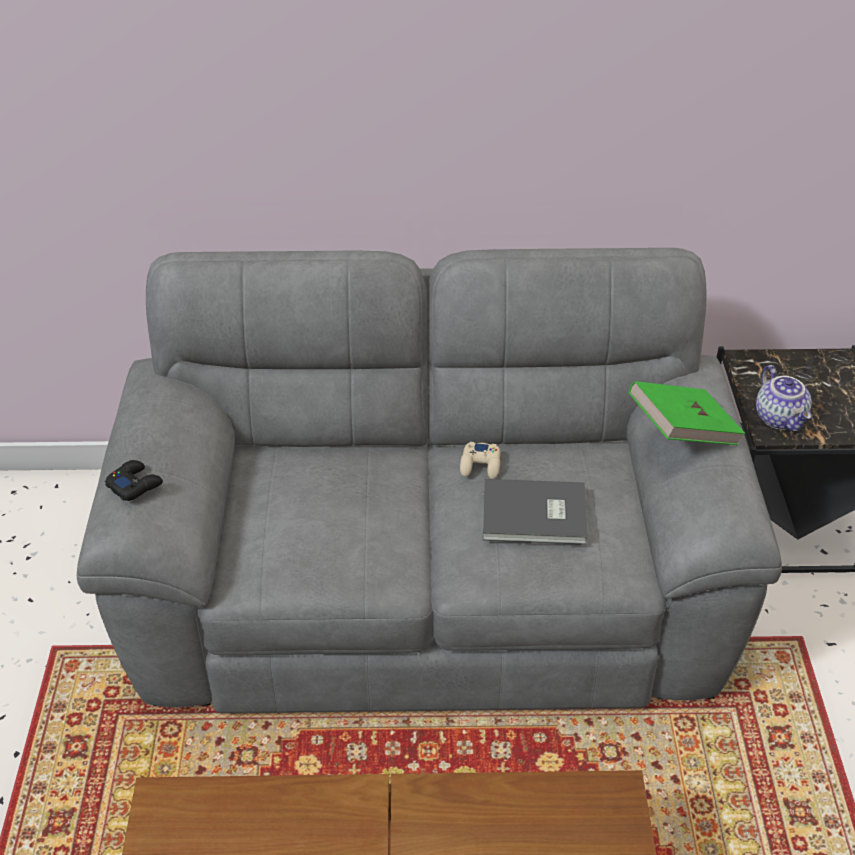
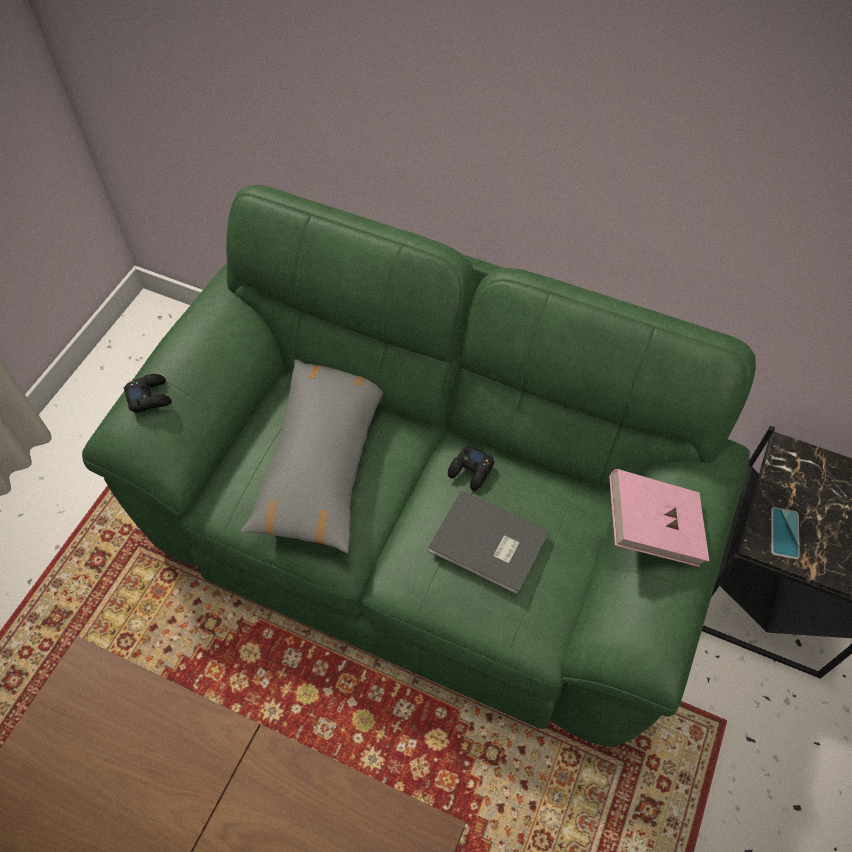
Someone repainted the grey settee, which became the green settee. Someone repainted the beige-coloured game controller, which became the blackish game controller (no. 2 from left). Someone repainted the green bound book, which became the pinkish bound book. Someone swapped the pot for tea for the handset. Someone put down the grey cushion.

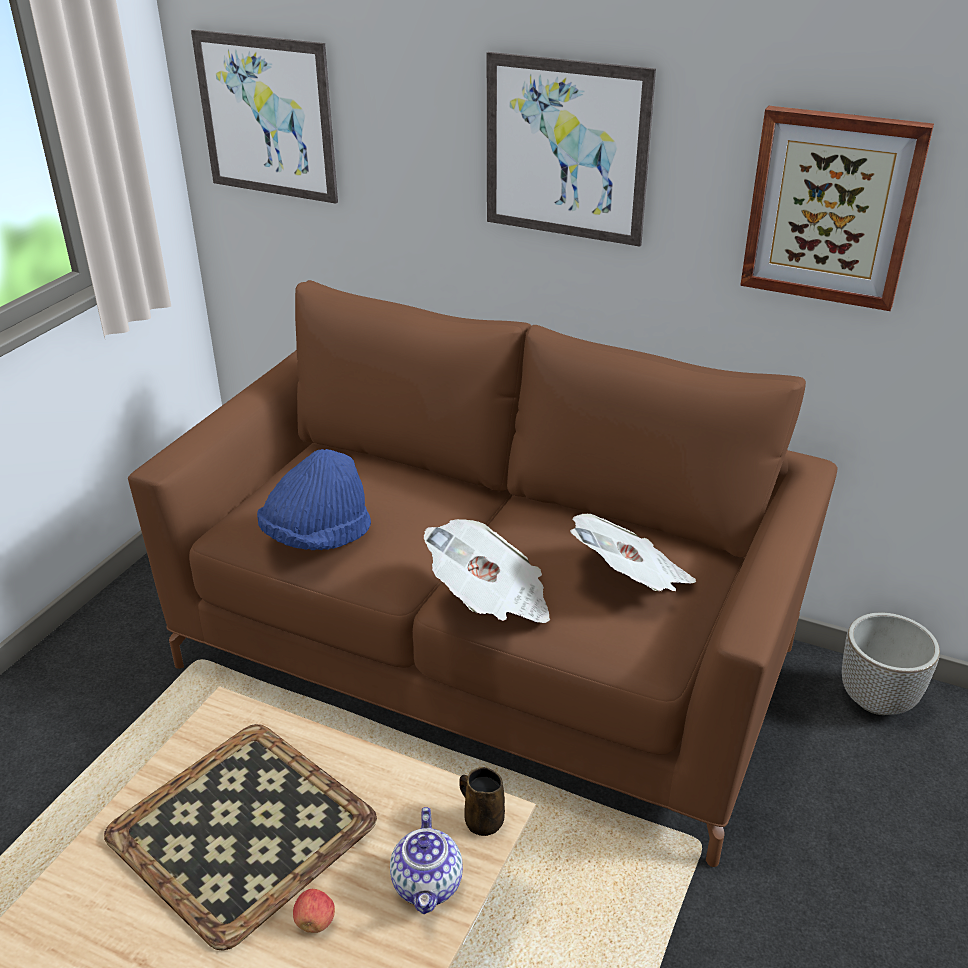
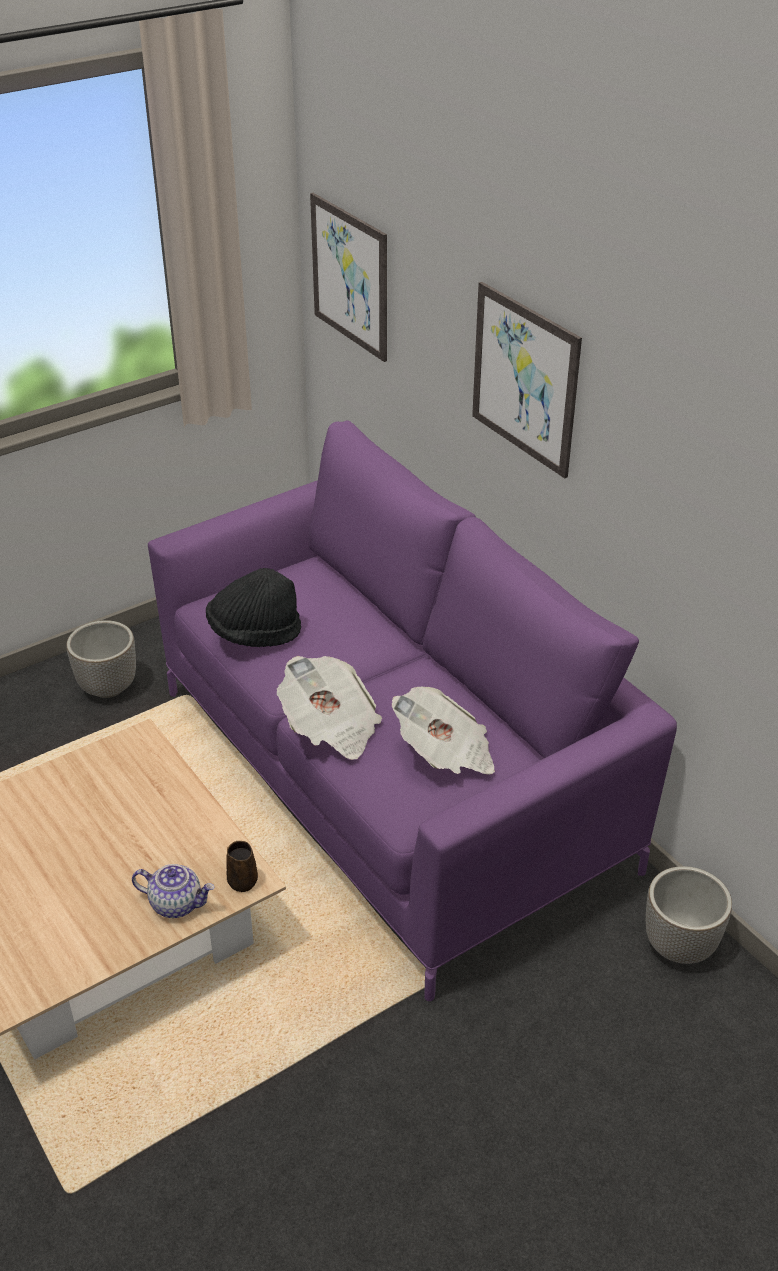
Someone took away the carrying tray. Someone repainted the brown-coloured settee, which became the purple settee. Someone repainted the bluish wearable hat, which became the blackish wearable hat. Someone took away the whole apple. Someone rotated the pot for tea by 105 degrees counterclockwise. Someone took away the wall picture (no. 3 from left). Someone put down the plant pot (no. 1 from left).

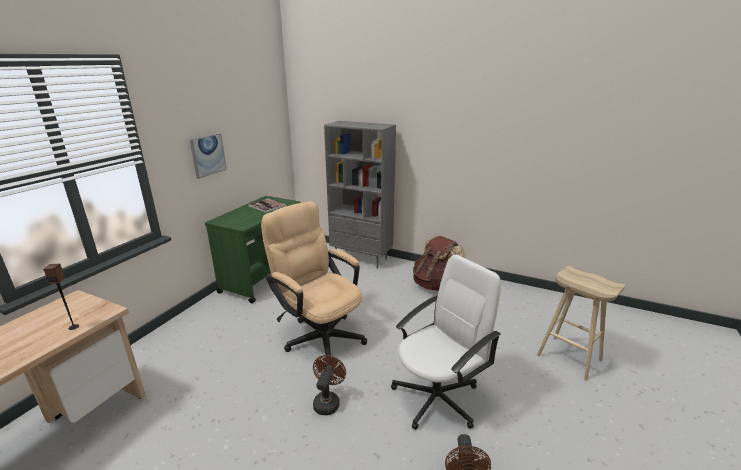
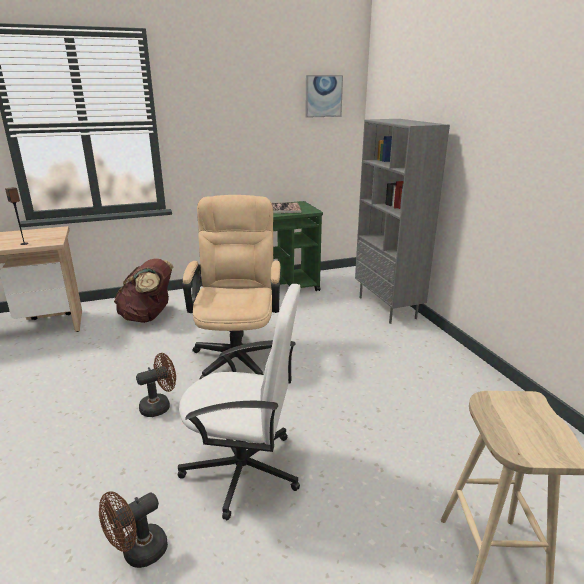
Someone carried the wall picture. Someone carried the brown-coloured backpack.

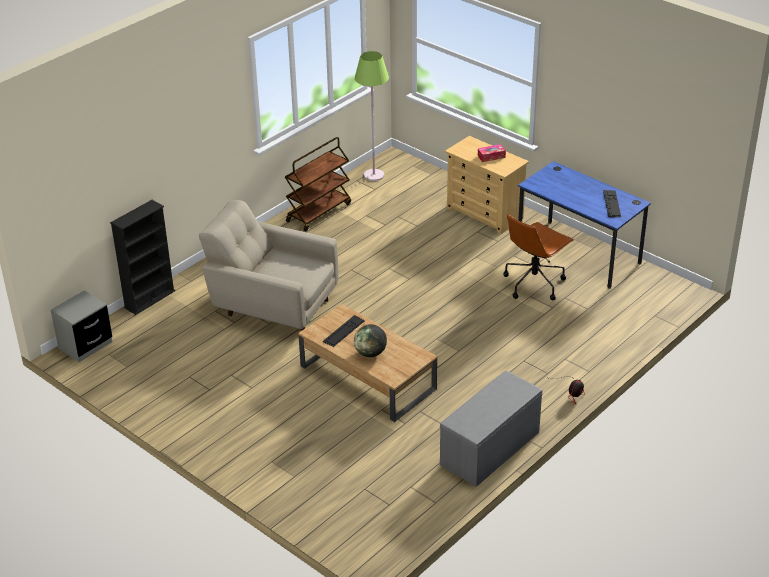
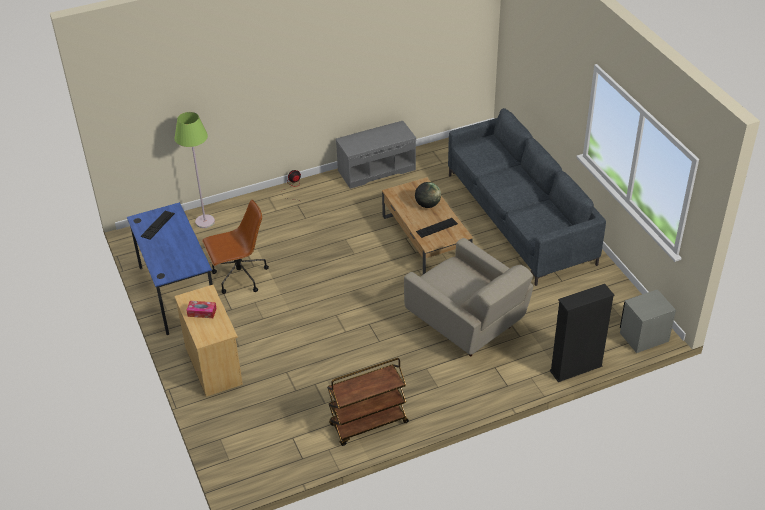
Someone carried the green standard lamp. Someone put down the grey settee.

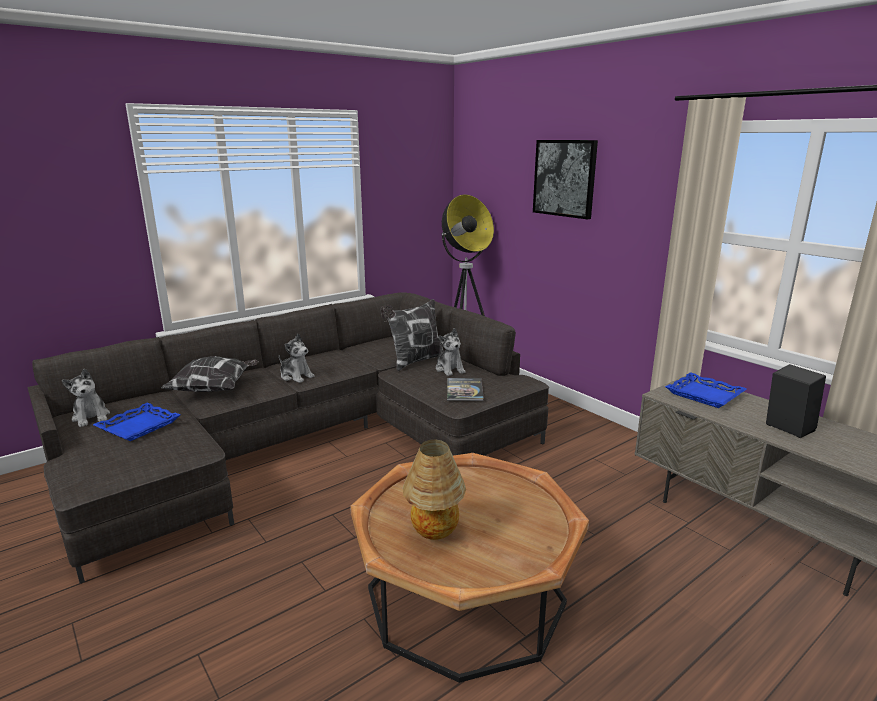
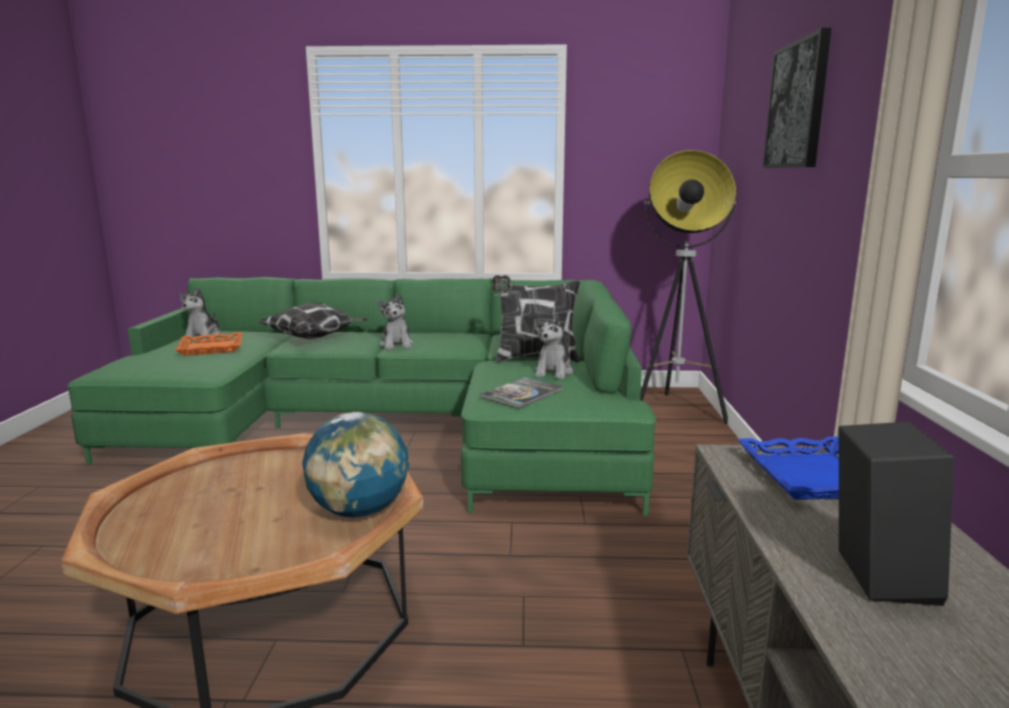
Someone repainted the grey settee, which became the green settee. Someone repainted the bluish carrying tray (no. 1 from left), which became the orange-coloured carrying tray. Someone took away the tabletop lamp. Someone put down the desk globe.

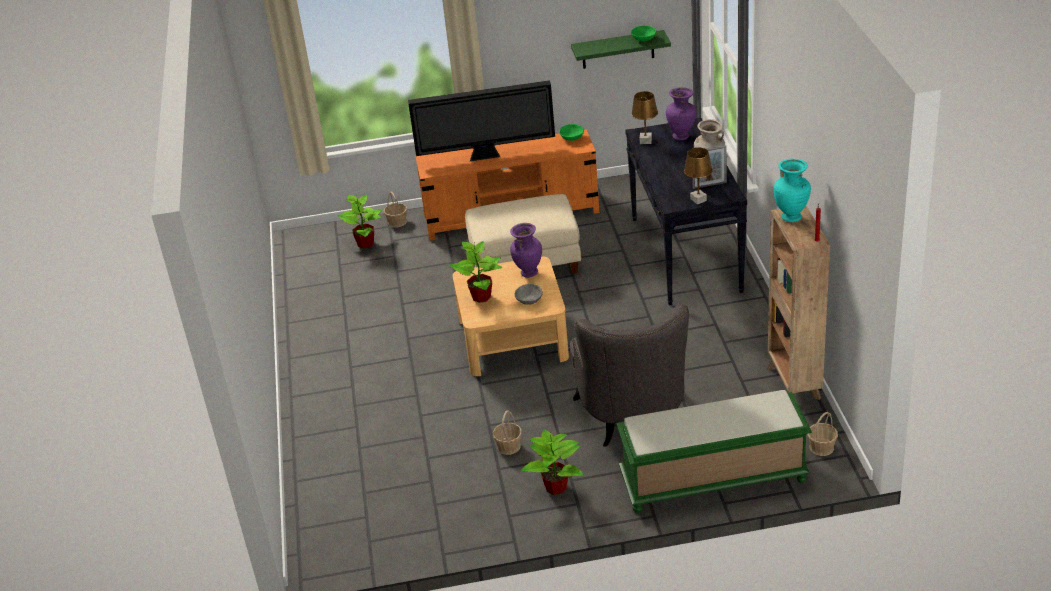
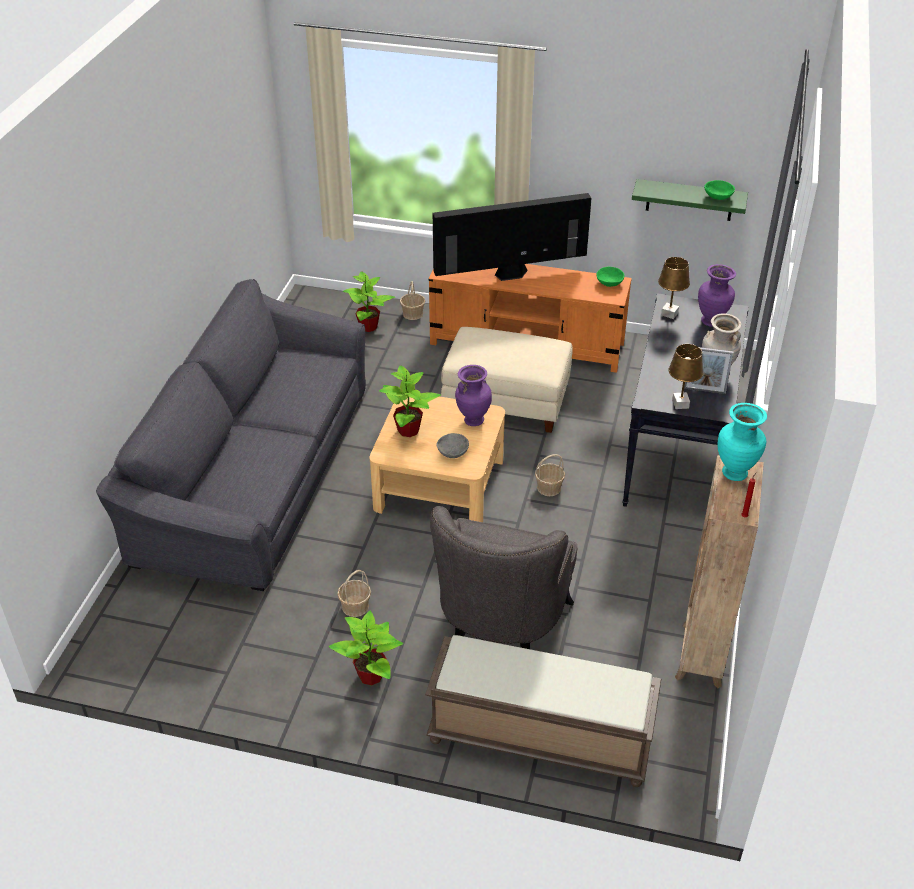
Someone rotated the TV by 150 degrees clockwise. Someone repainted the green indoor bench, which became the brown-coloured indoor bench. Someone carried the household basket (no. 3 from left). Someone put down the grey settee.

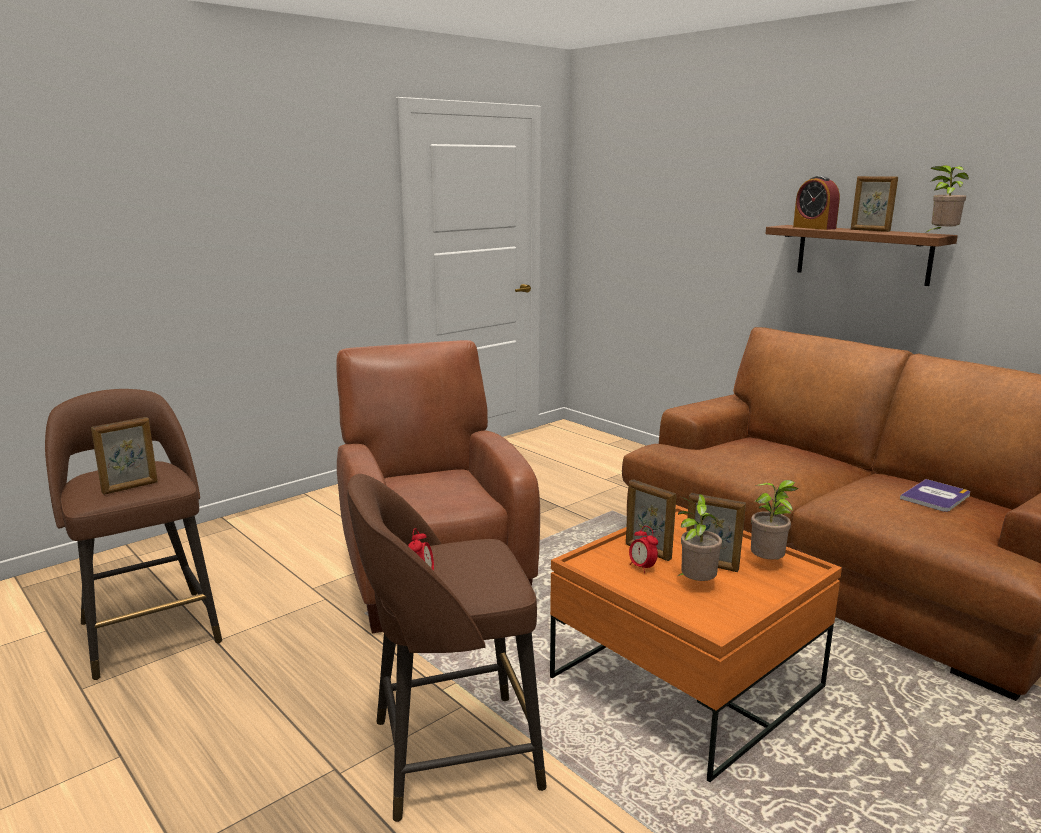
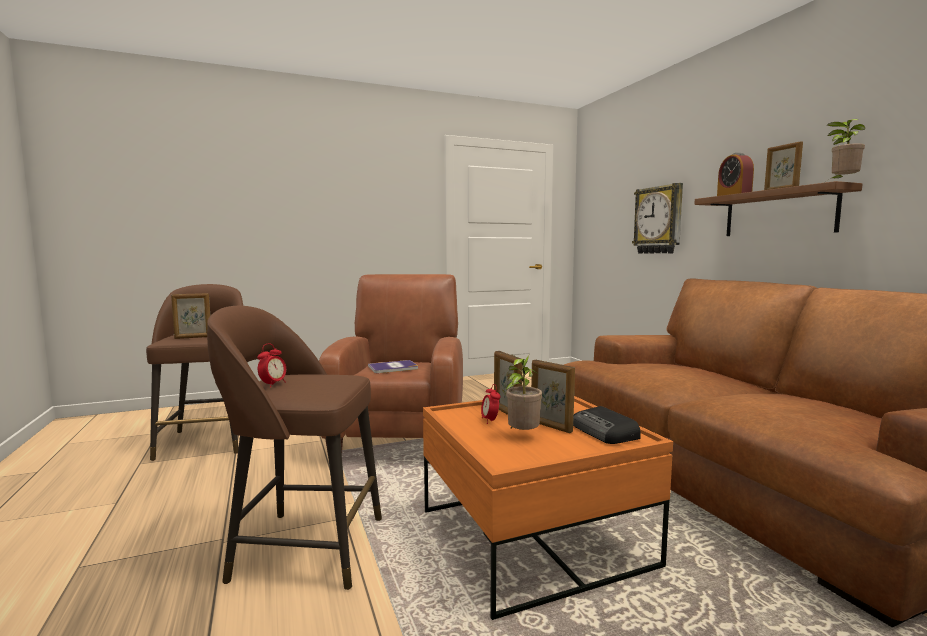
Someone swapped the plant in a pot (no. 2 from left) for the radio. Someone carried the bound book. Someone put up the wall clock.

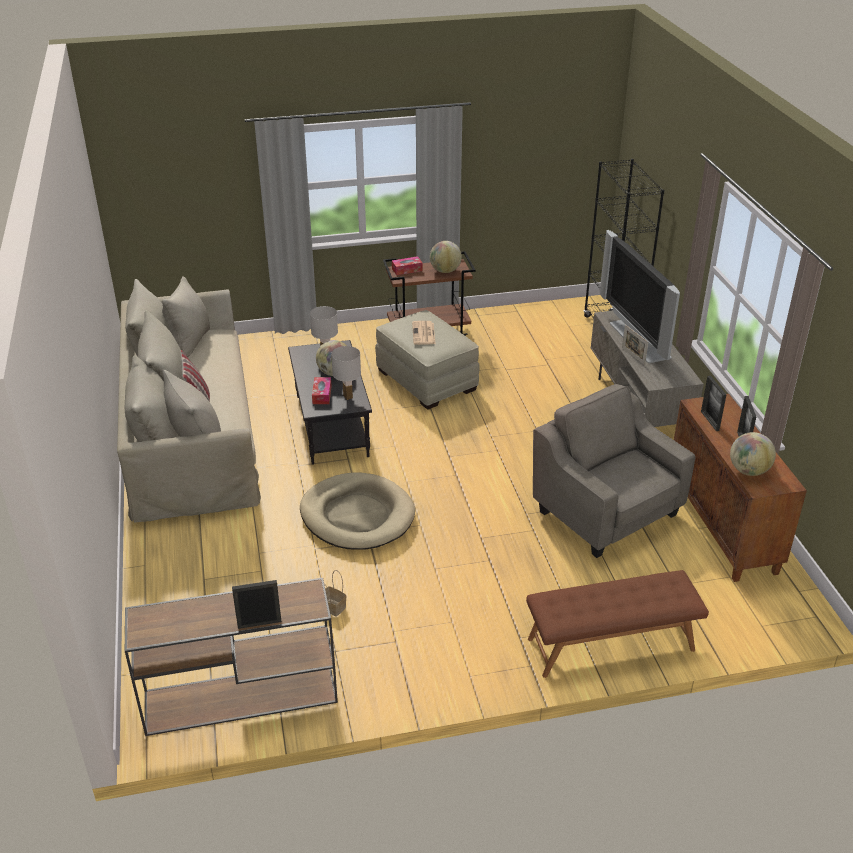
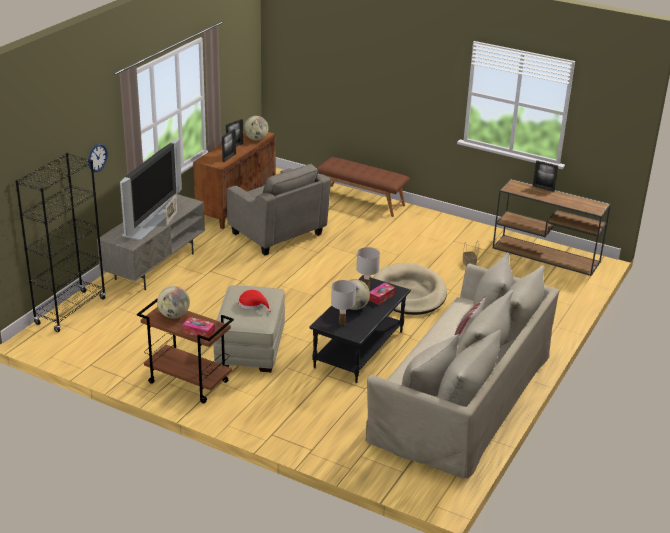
Someone swapped the daily paper for the red-coloured wearable hat. Someone rotated the grey armchair by 45 degrees counterclockwise. Someone put up the wall clock.

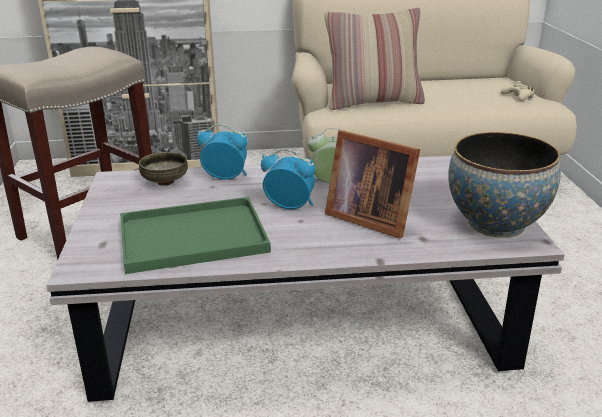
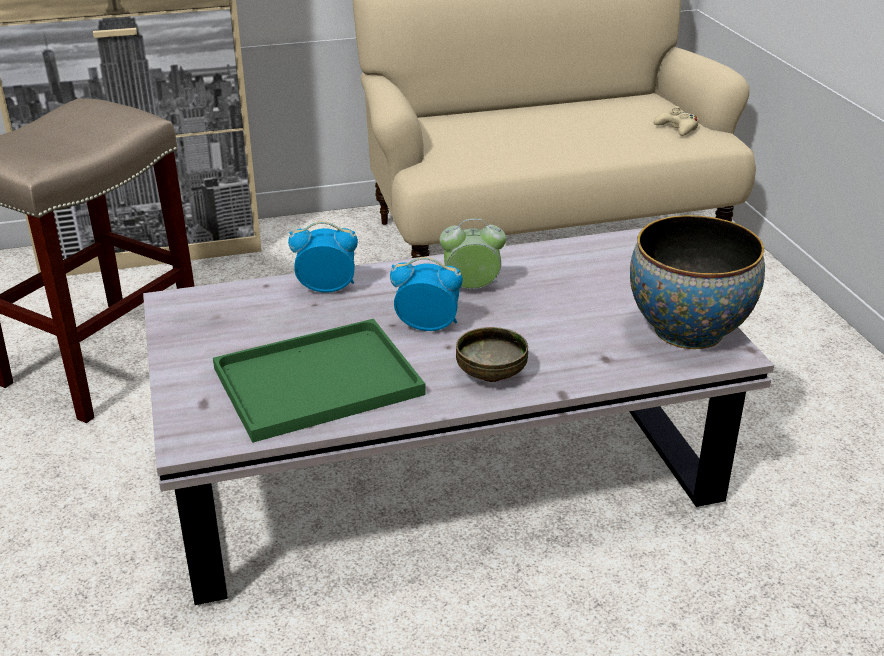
Someone carried the bowl (no. 1 from left). Someone took away the cushion. Someone took away the picture frame.

